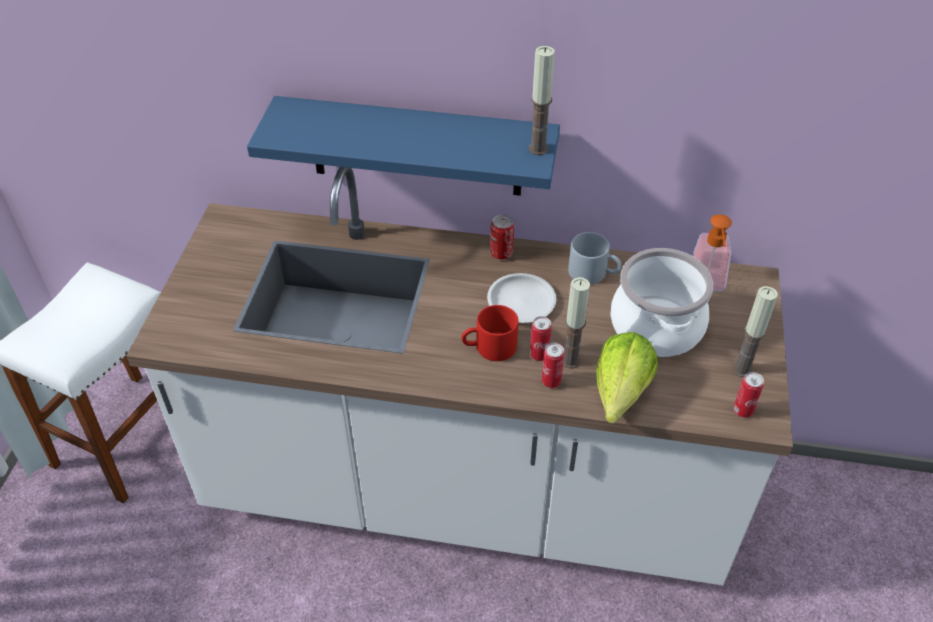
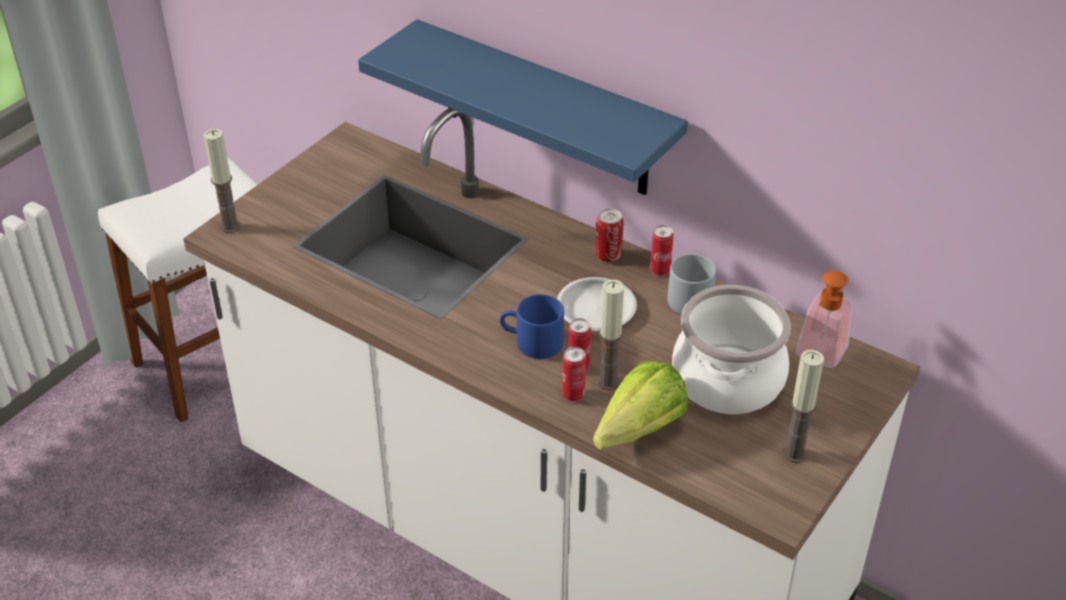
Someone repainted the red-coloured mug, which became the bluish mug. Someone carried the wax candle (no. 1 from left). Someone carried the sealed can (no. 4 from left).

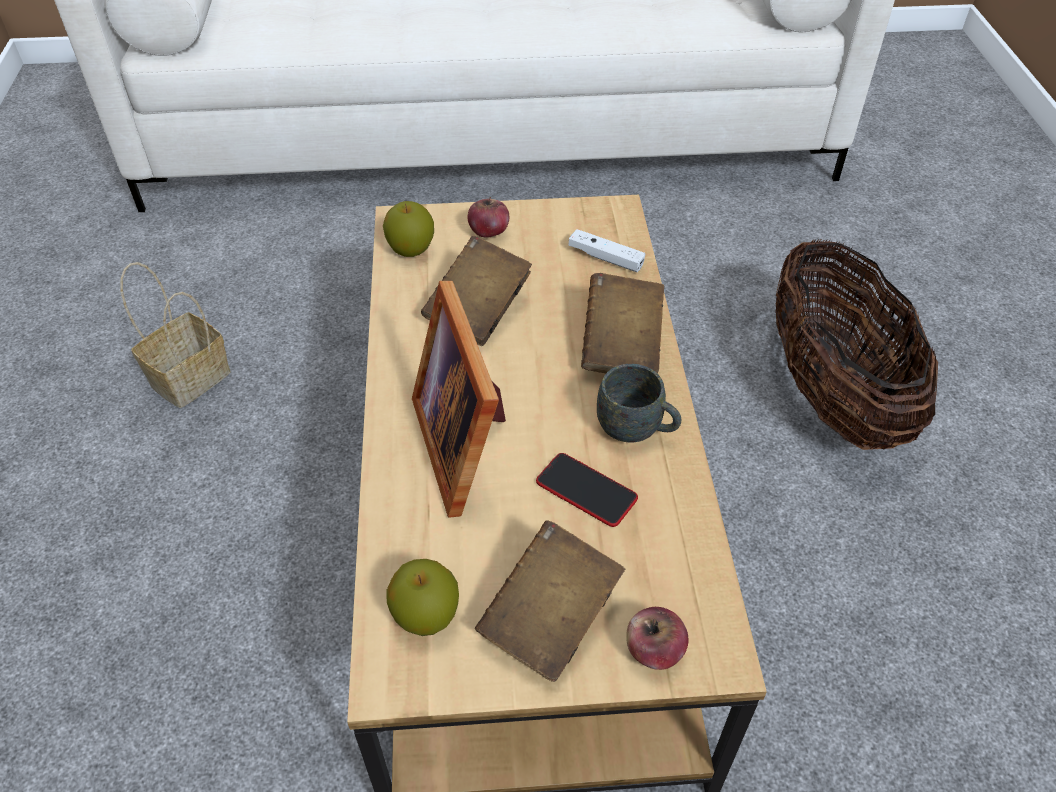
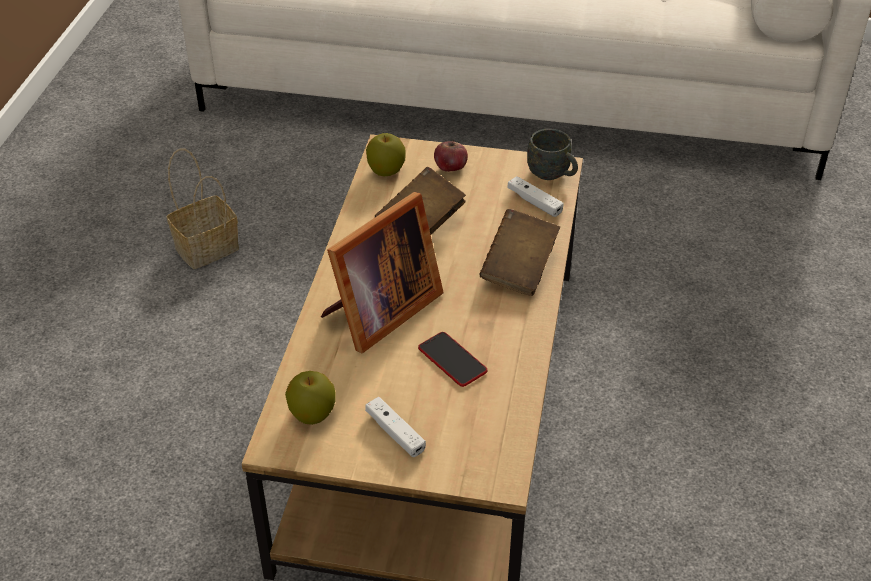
Someone rotated the picture frame by 135 degrees counterclockwise. Someone swapped the brown-coloured bound book (no. 2 from left) for the whitish game controller (no. 1 from left). Someone carried the grey mug. Someone took away the whole apple (no. 4 from left). Someone took away the household basket (no. 2 from left).

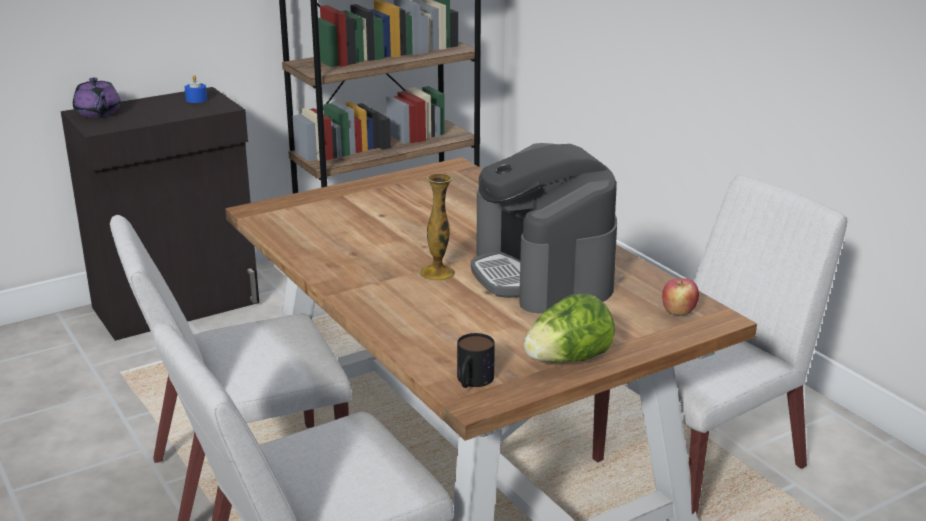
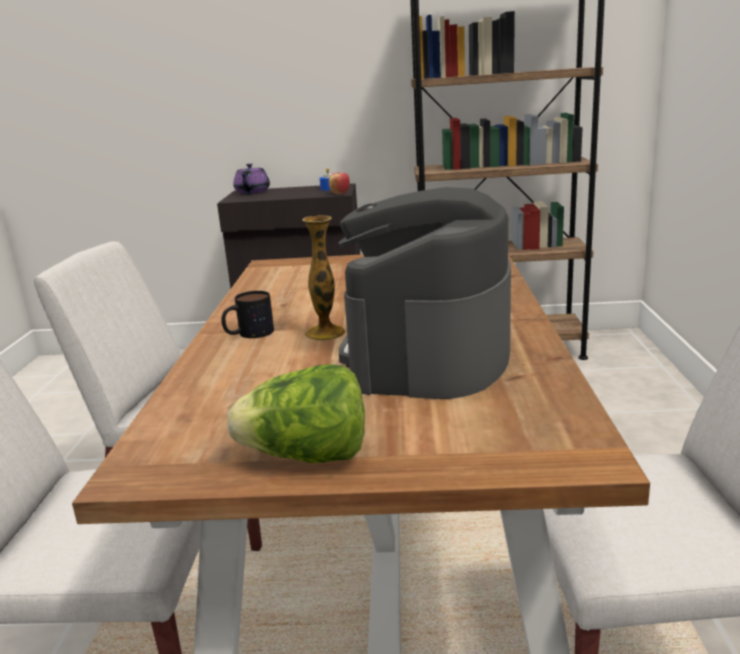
Someone carried the mug. Someone carried the whole apple.

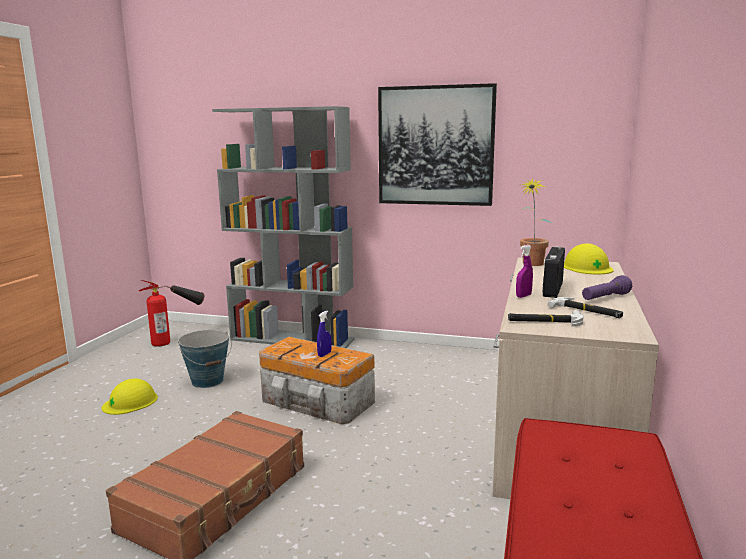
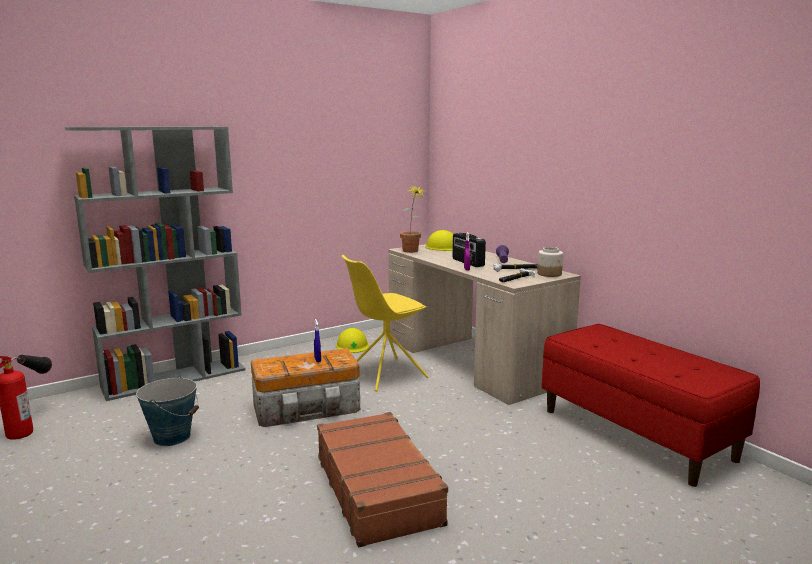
Someone carried the yellow-coloured hard hat (no. 1 from left). Someone took away the wall picture. Someone put down the yellow-coloured plain chair. Someone put down the jar.

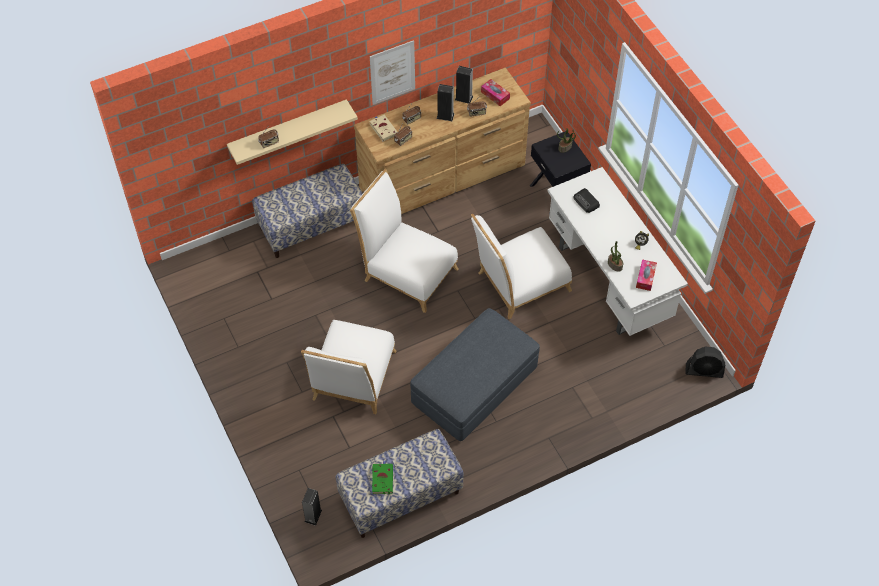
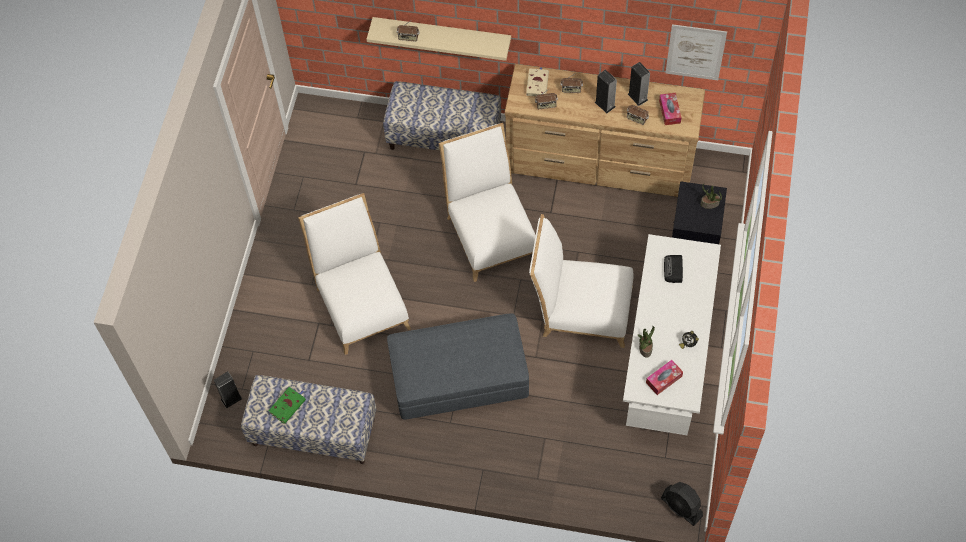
Someone rotated the whitish plain chair (no. 1 from left) by 105 degrees clockwise. Someone carried the wall picture.

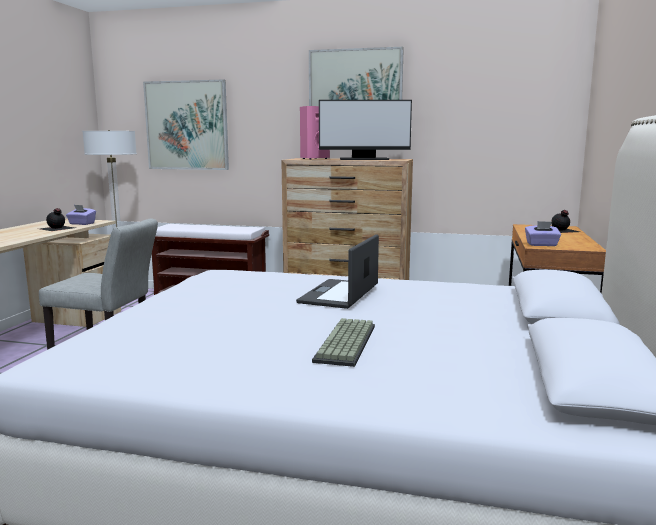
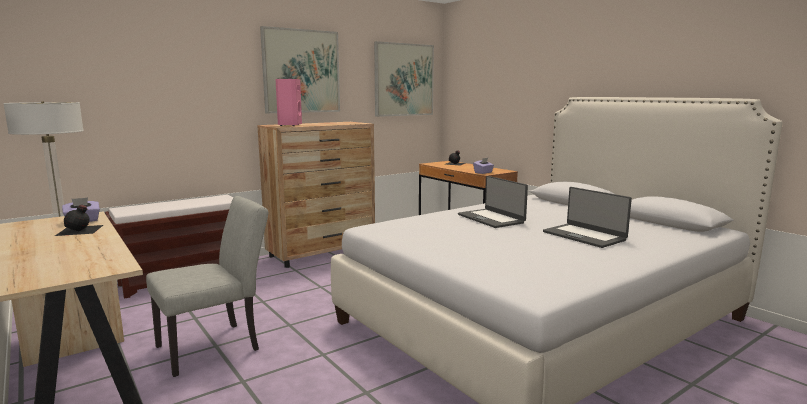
Someone carried the wall picture (no. 1 from left in the first image). Someone swapped the PC keyboard for the portable computer (no. 2 from left). Someone took away the computer screen.

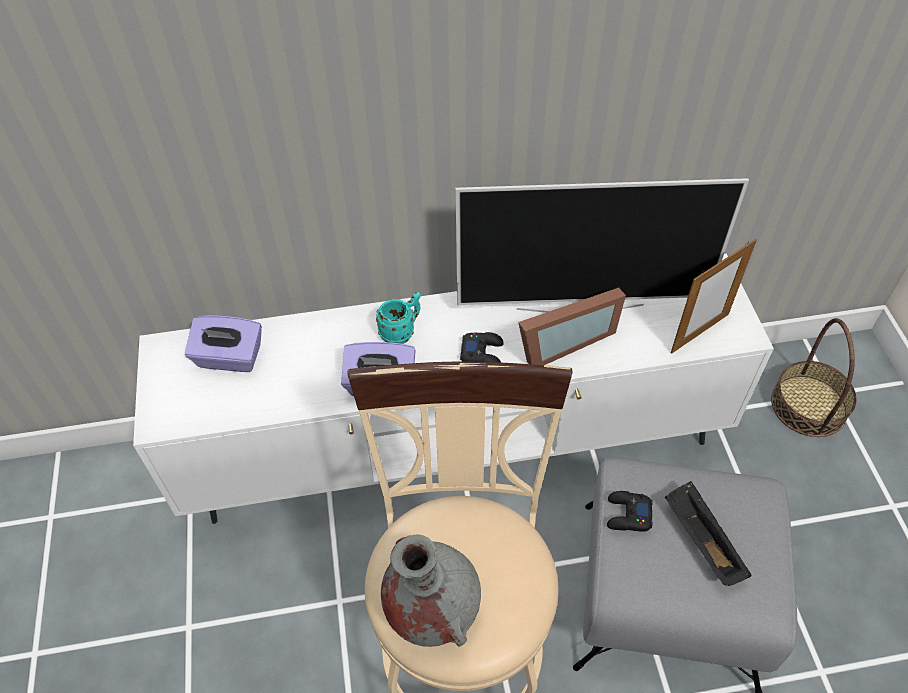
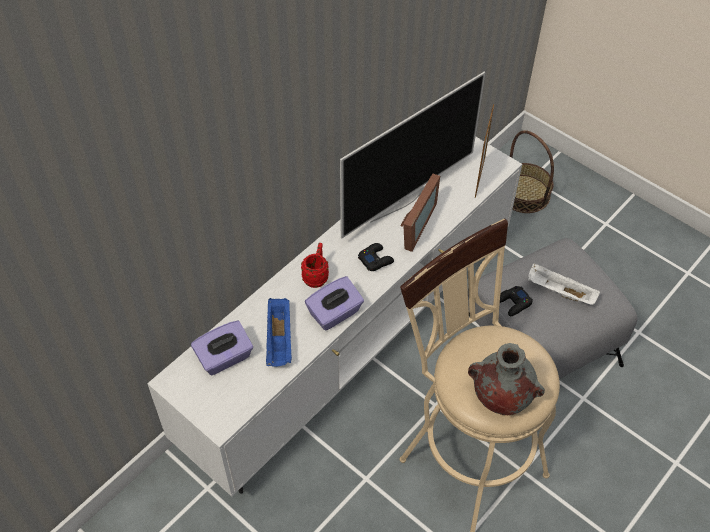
Someone repainted the turquoise mug, which became the red-coloured mug. Someone repainted the blackish carrying tray, which became the whitish carrying tray. Someone put down the bluish carrying tray.

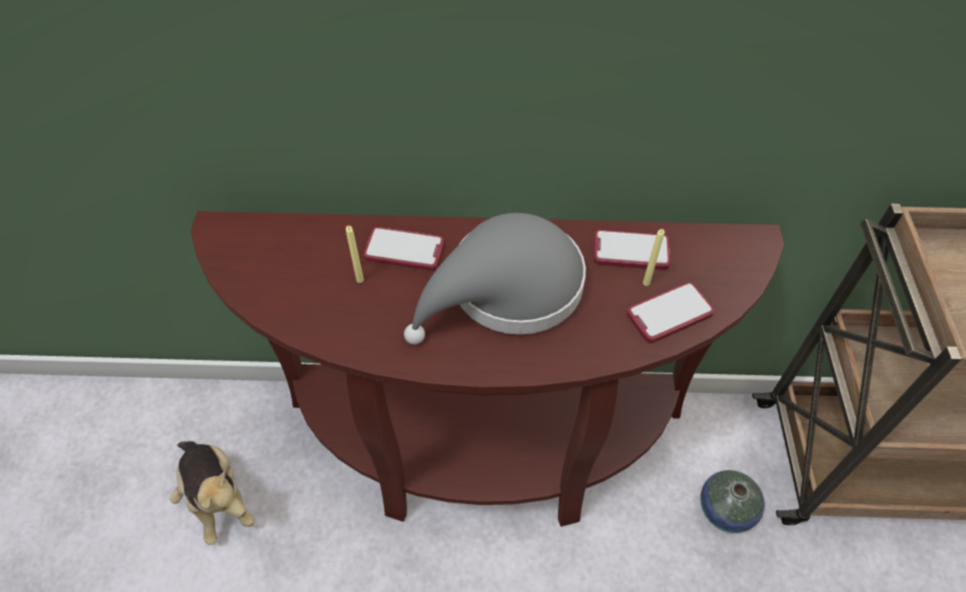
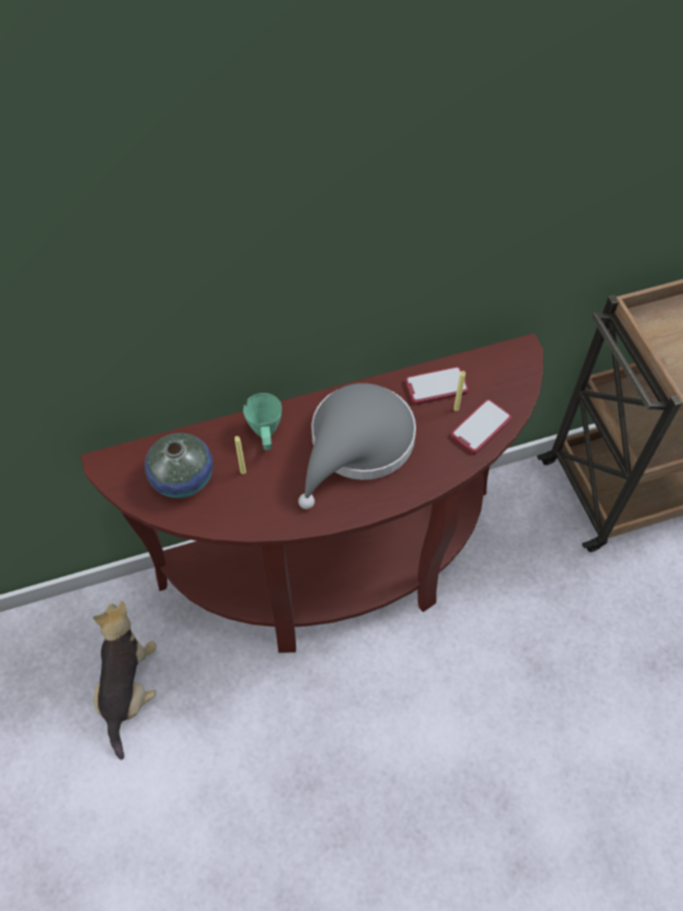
Someone rotated the plush toy by 120 degrees counterclockwise. Someone swapped the handset (no. 1 from left) for the green mug. Someone carried the decorative vase.

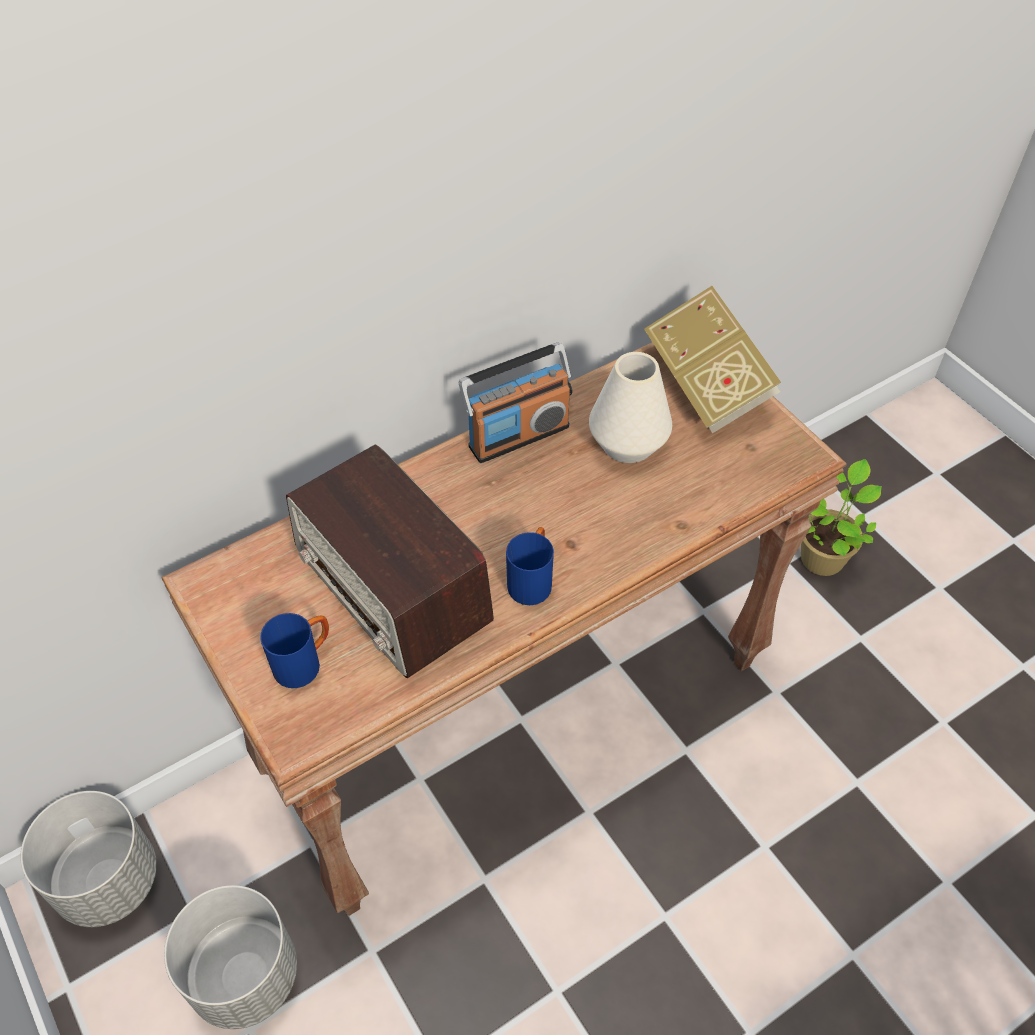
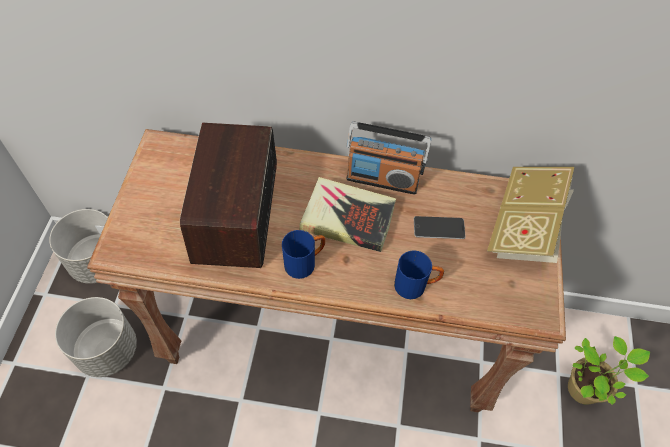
Someone carried the bluish mug (no. 1 from left in the first image). Someone swapped the whitish decorative vase for the handset. Someone put down the bound book (no. 1 from left).

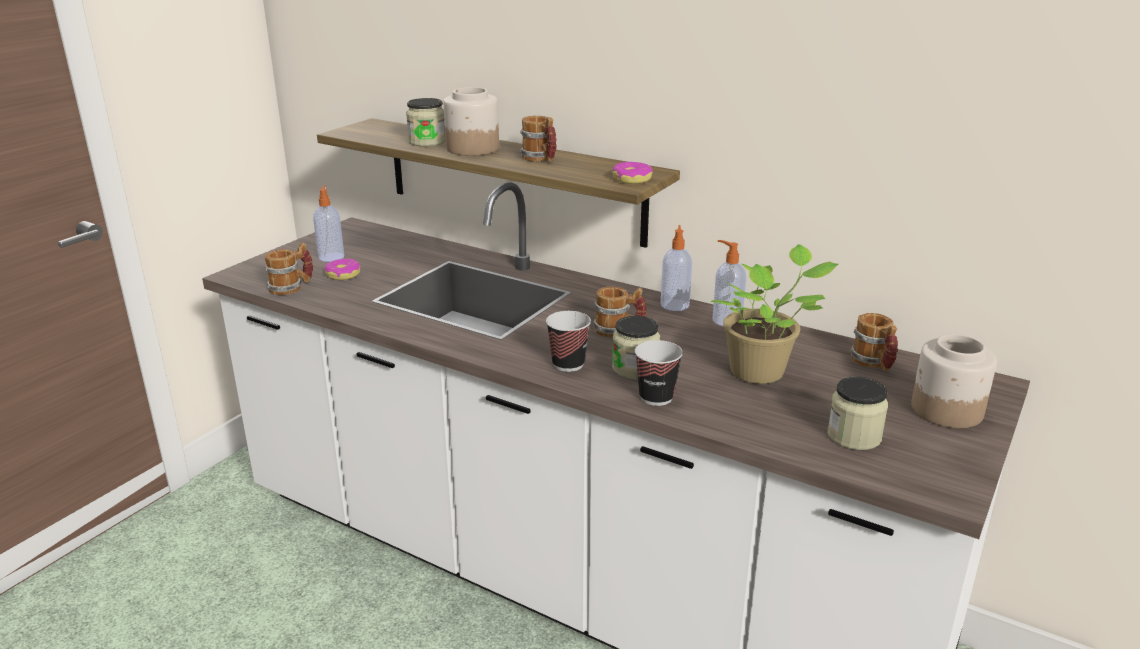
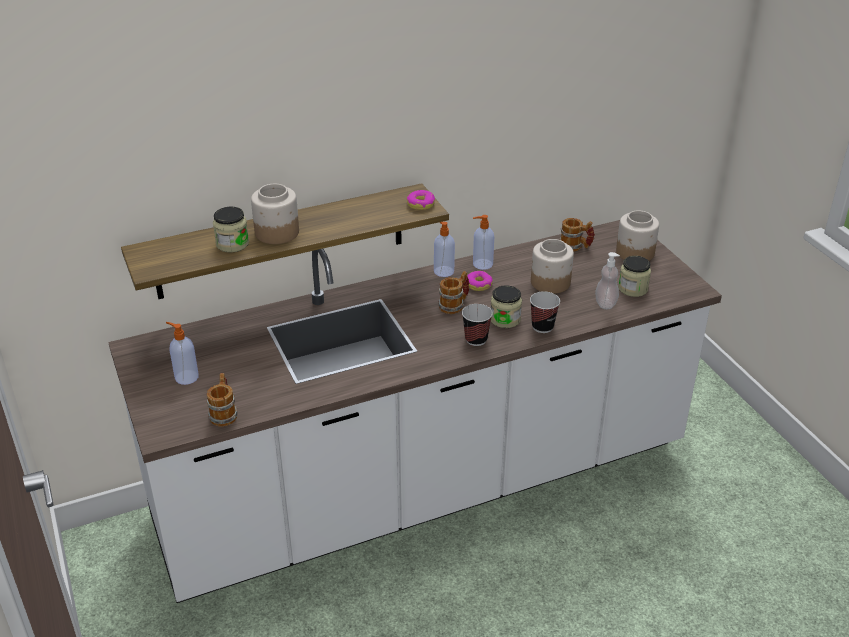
Someone carried the donut (no. 1 from left in the first image). Someone took away the mug (no. 2 from left). Someone swapped the plant in a pot for the jar (no. 4 from left). Someone put down the liquid soap bottle (no. 4 from left).

